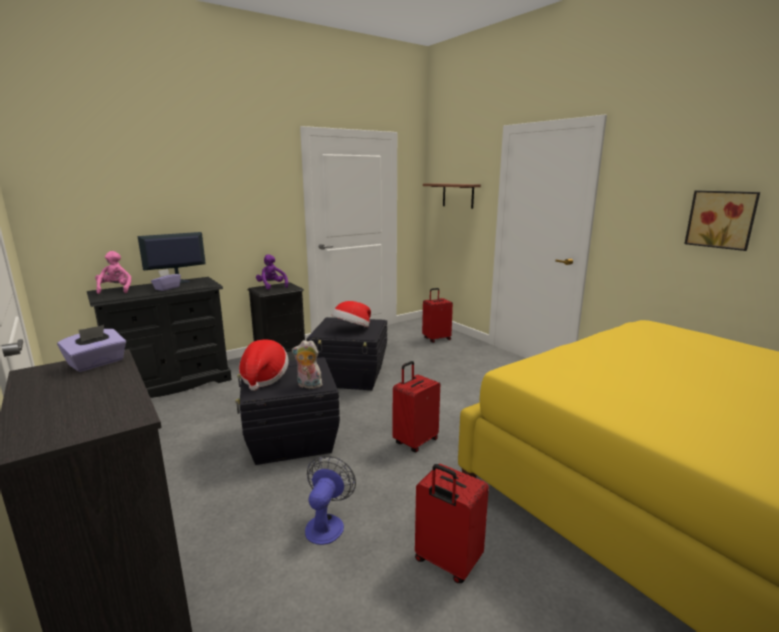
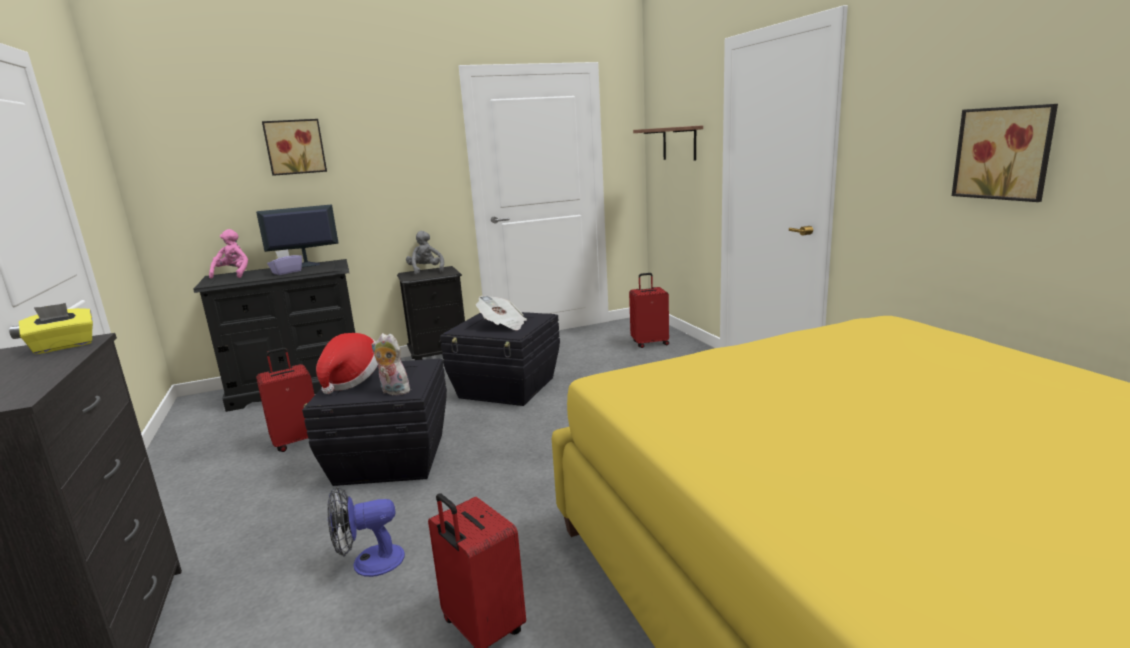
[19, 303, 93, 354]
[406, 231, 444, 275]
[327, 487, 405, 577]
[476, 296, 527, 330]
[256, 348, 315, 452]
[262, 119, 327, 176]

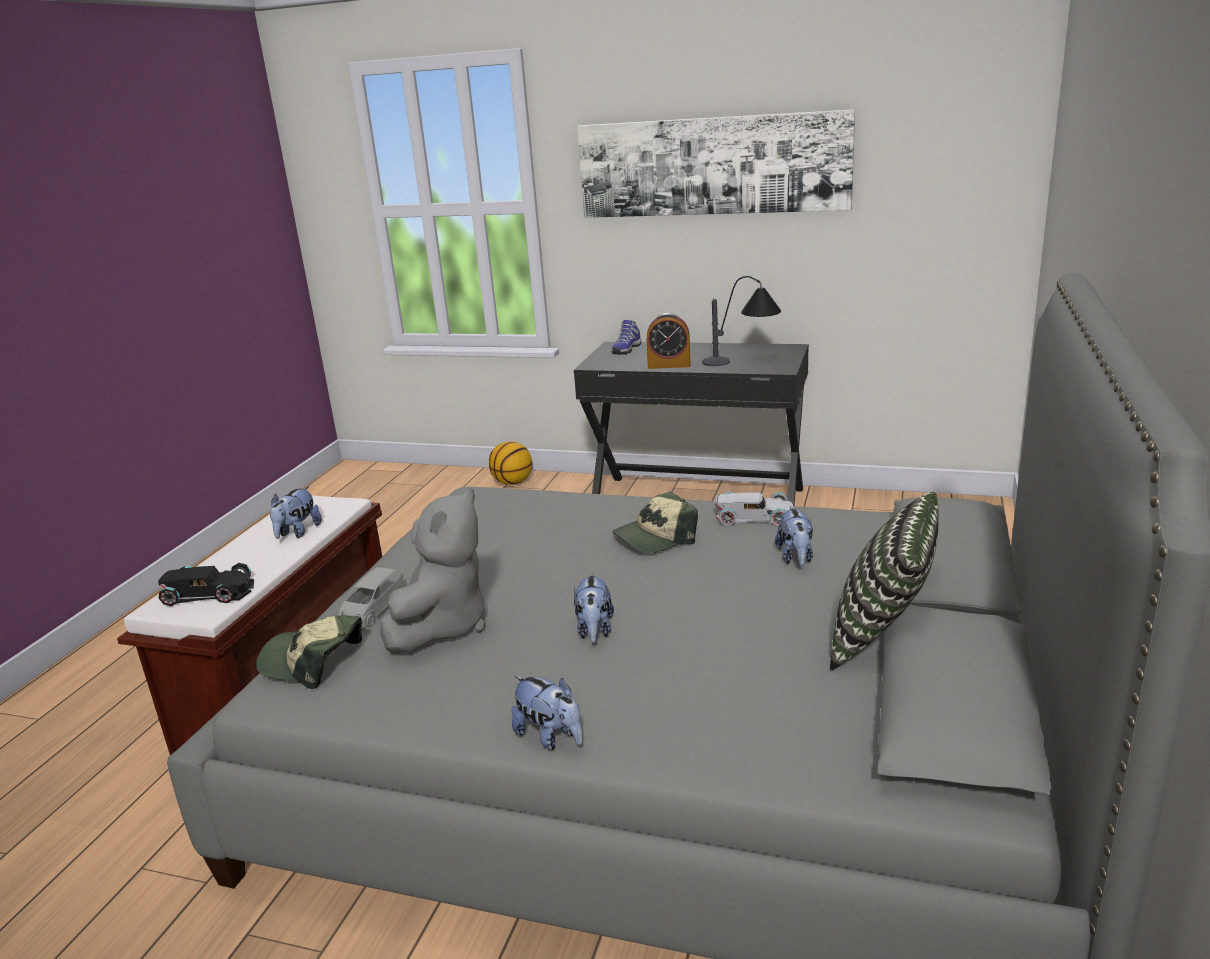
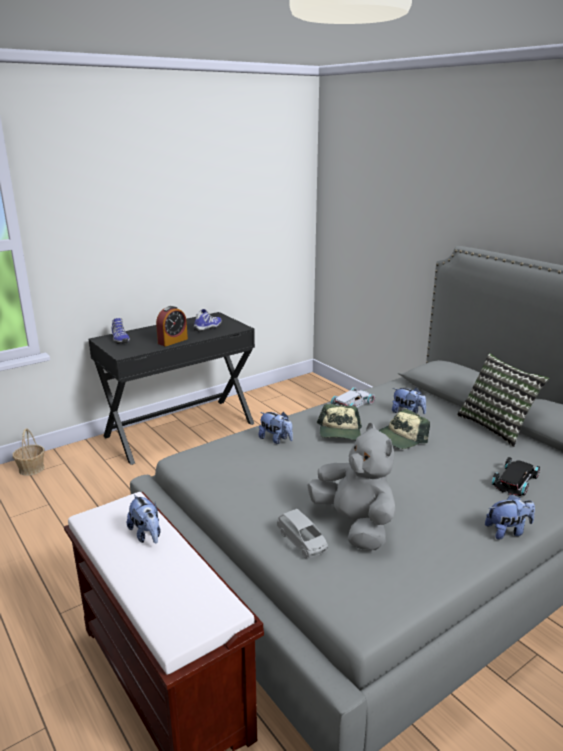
[492, 457, 540, 496]
[378, 409, 430, 449]
[13, 428, 45, 476]
[259, 412, 293, 444]
[577, 109, 855, 218] (first image)
[194, 309, 222, 332]

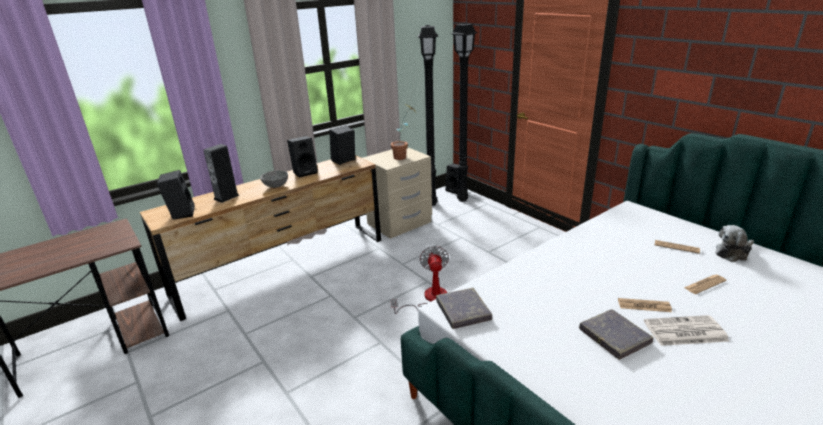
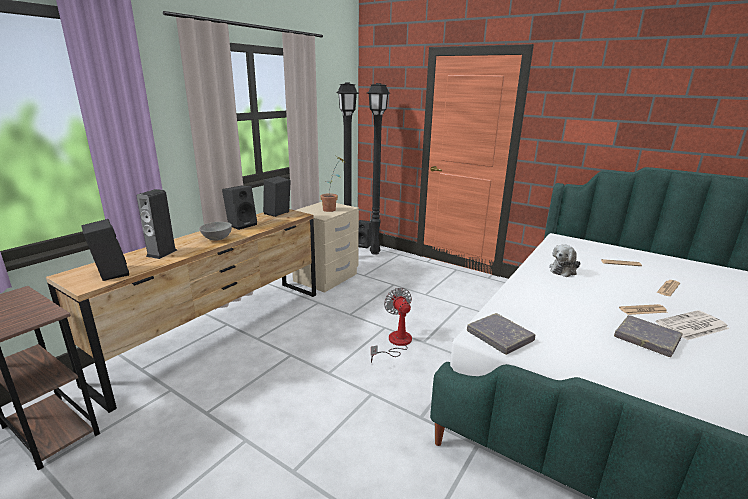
[549, 244, 580, 277]

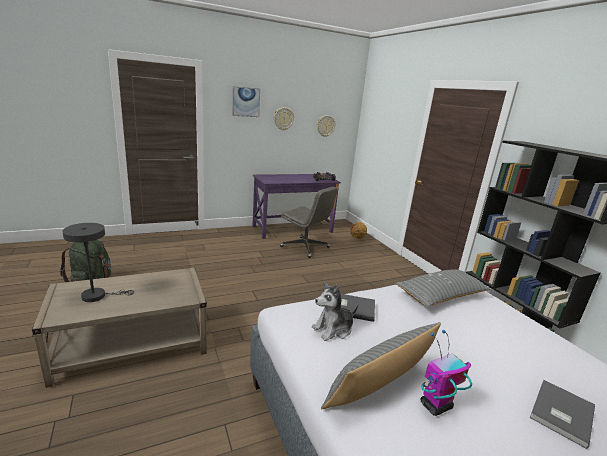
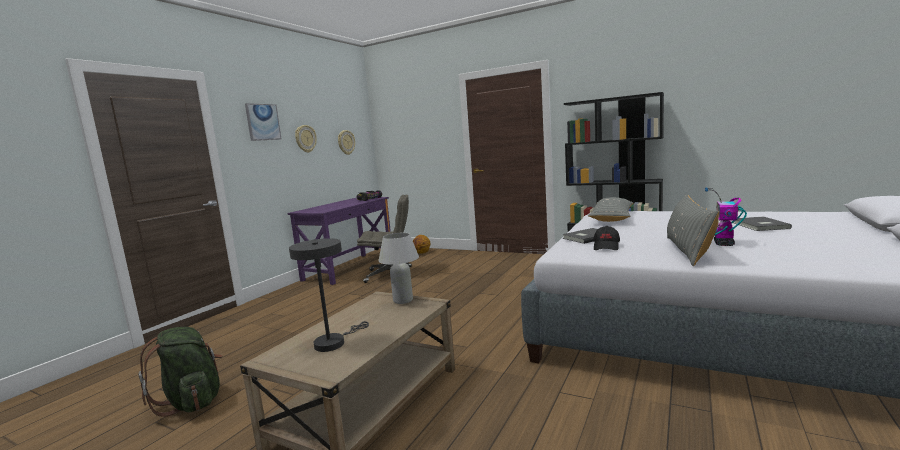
[594, 226, 620, 250]
[378, 233, 419, 304]

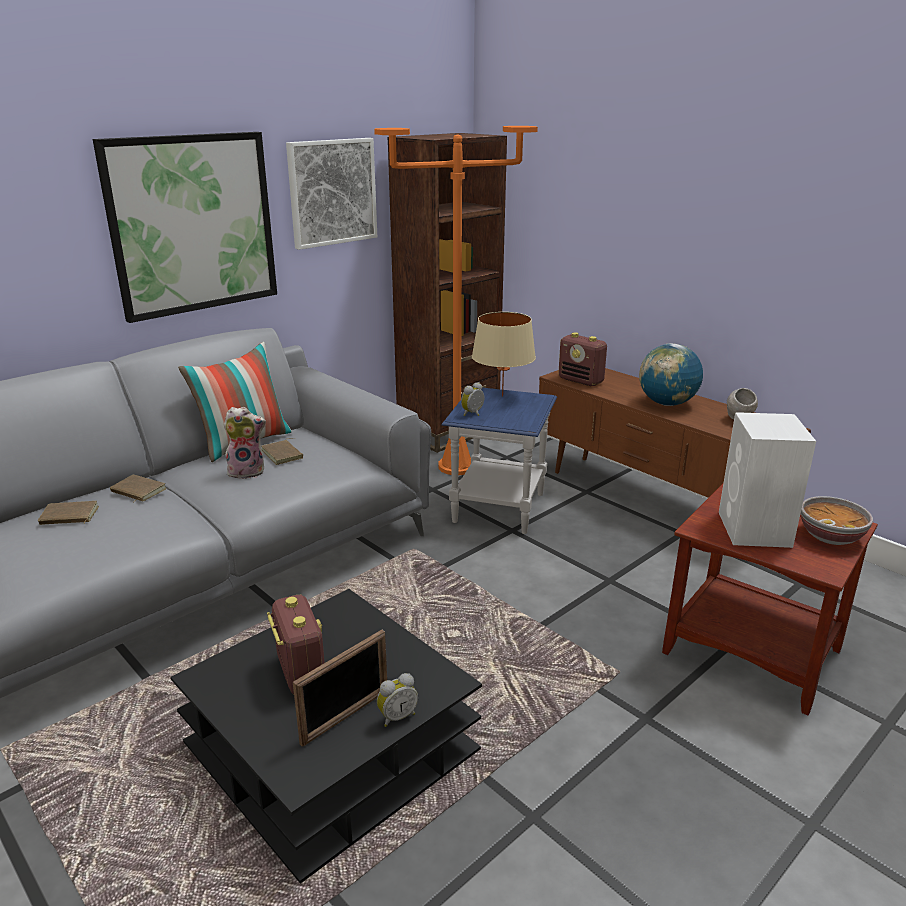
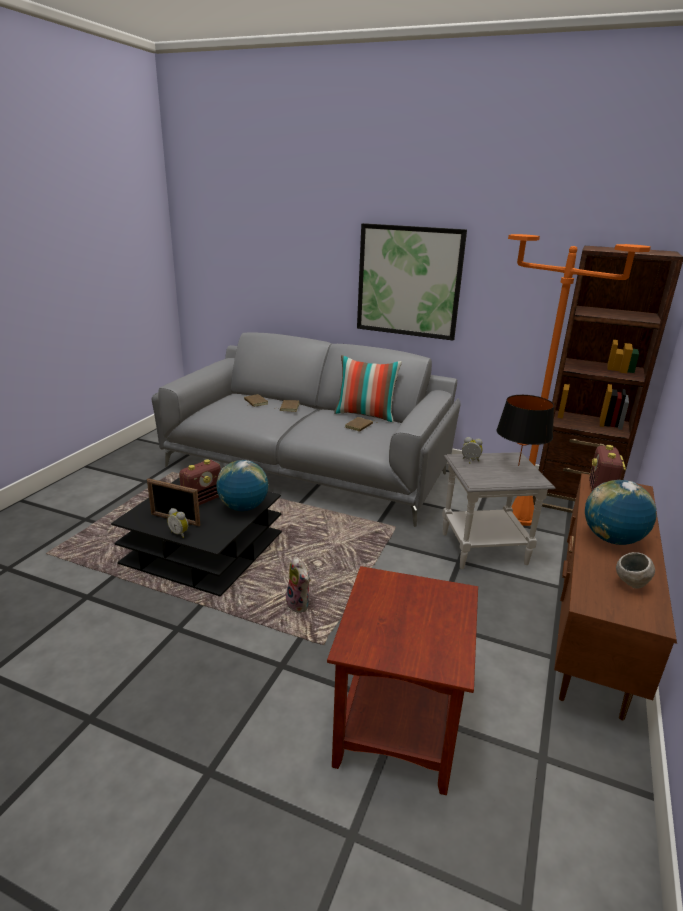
[286, 556, 311, 613]
[286, 138, 377, 250] (first image)
[442, 452, 555, 569]
[497, 395, 554, 466]
[719, 412, 816, 548] (first image)
[801, 496, 873, 545] (first image)
[217, 460, 269, 511]

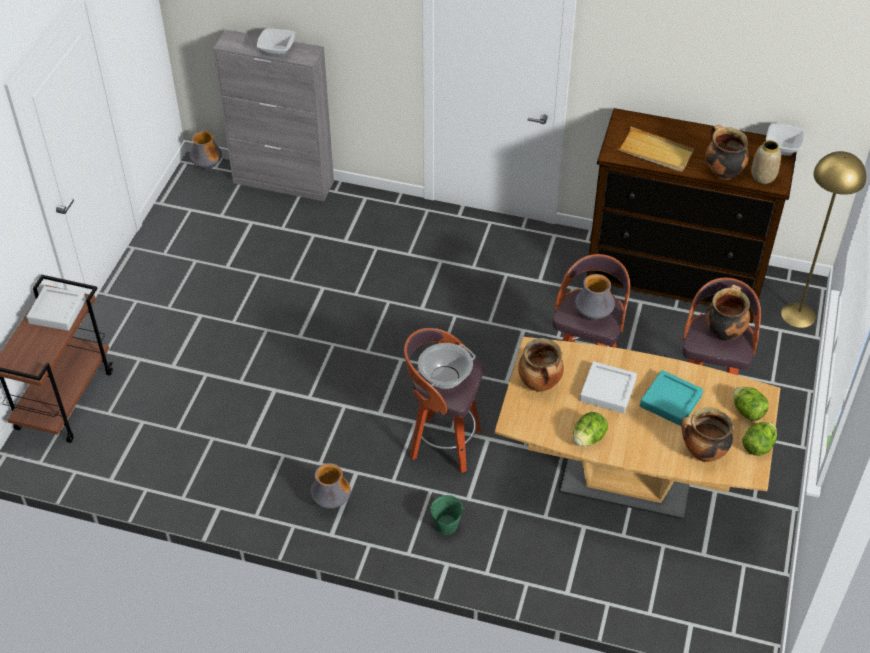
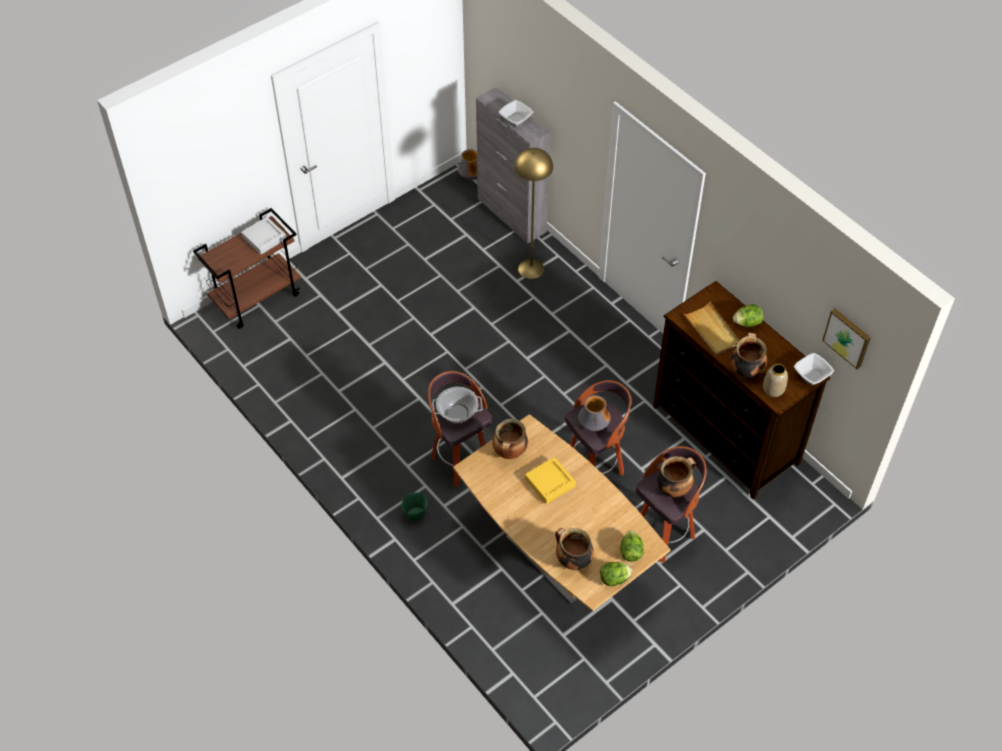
[310, 463, 351, 509] (first image)
[733, 304, 763, 327]
[525, 457, 576, 504]
[640, 370, 703, 426] (first image)
[515, 148, 553, 279]
[822, 309, 871, 369]

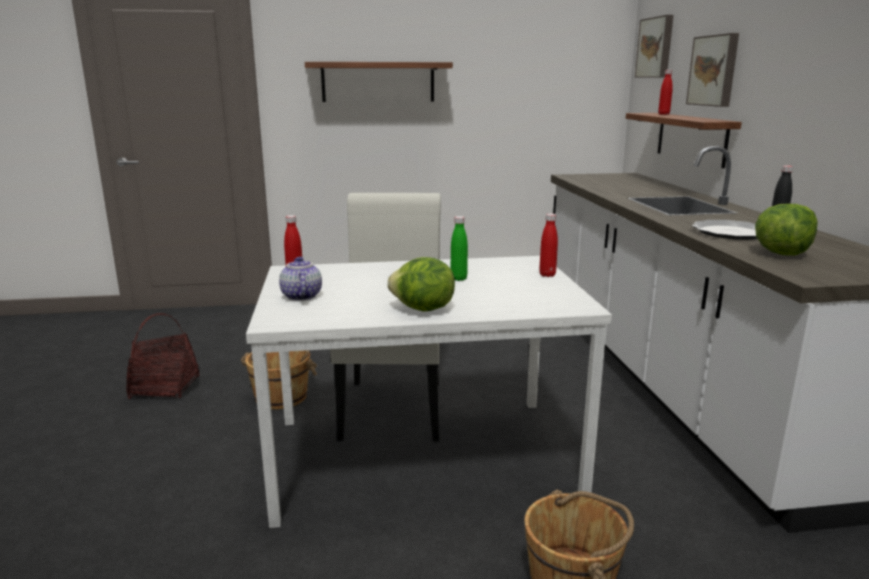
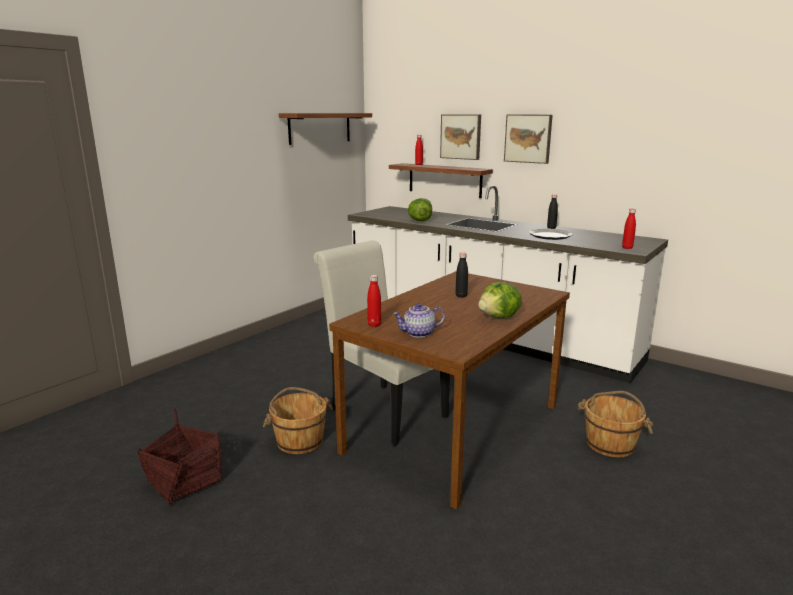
[329, 271, 570, 509]
[393, 303, 445, 338]
[279, 113, 372, 145]
[456, 252, 468, 298]
[622, 209, 636, 249]
[504, 115, 553, 164]
[408, 198, 432, 221]

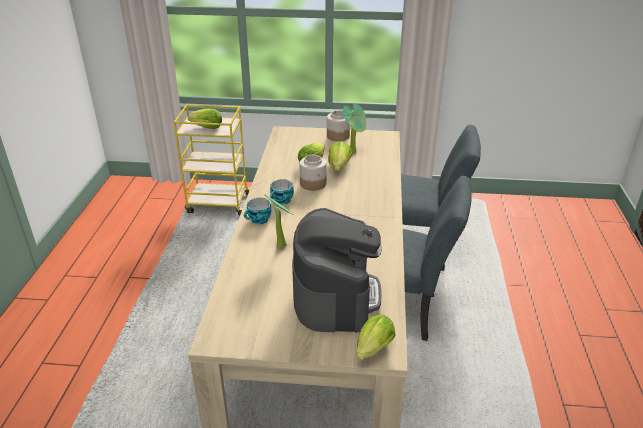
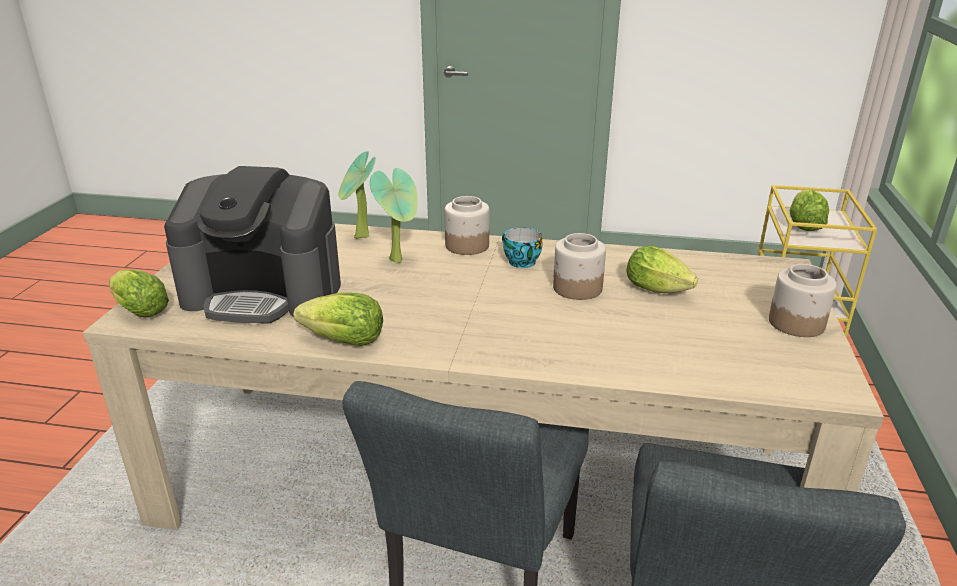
[444, 196, 490, 255]
[293, 292, 383, 346]
[338, 151, 376, 239]

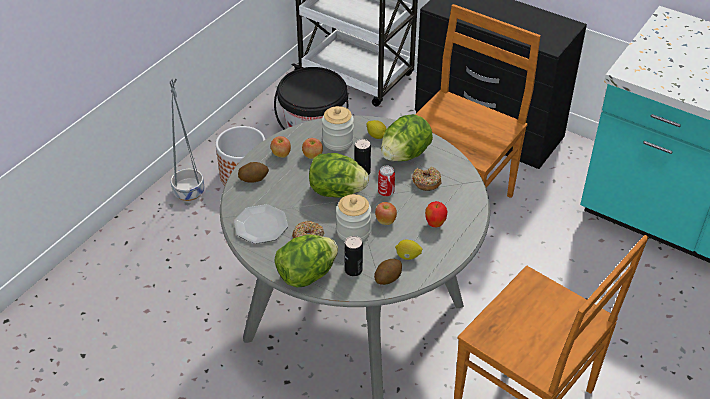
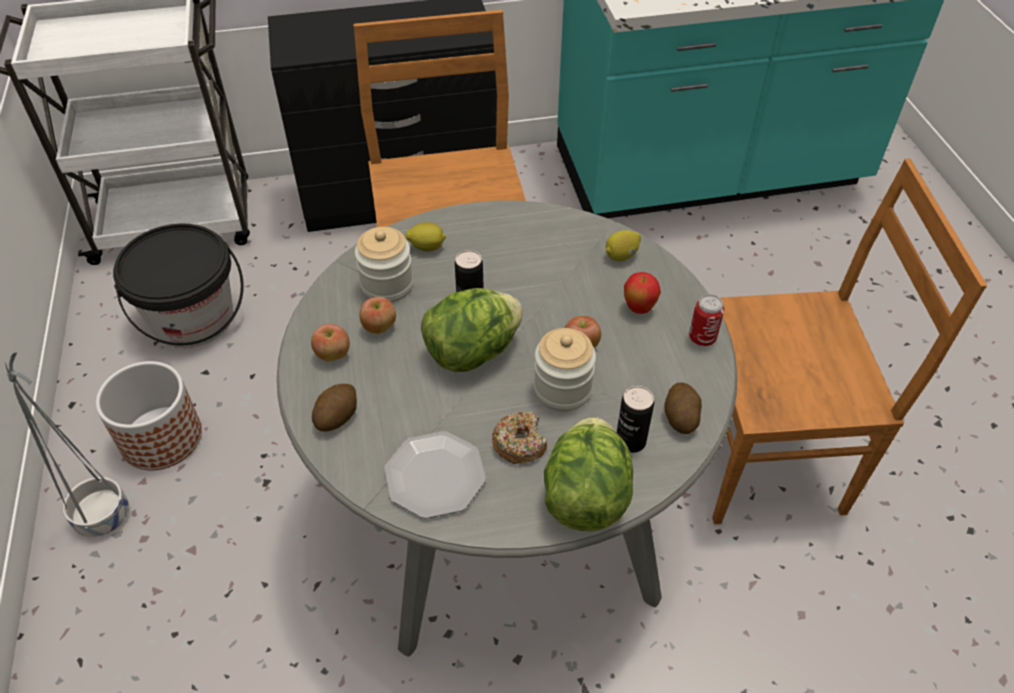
[689, 294, 724, 346]
[381, 114, 433, 161] (first image)
[606, 230, 641, 261]
[412, 167, 442, 191] (first image)

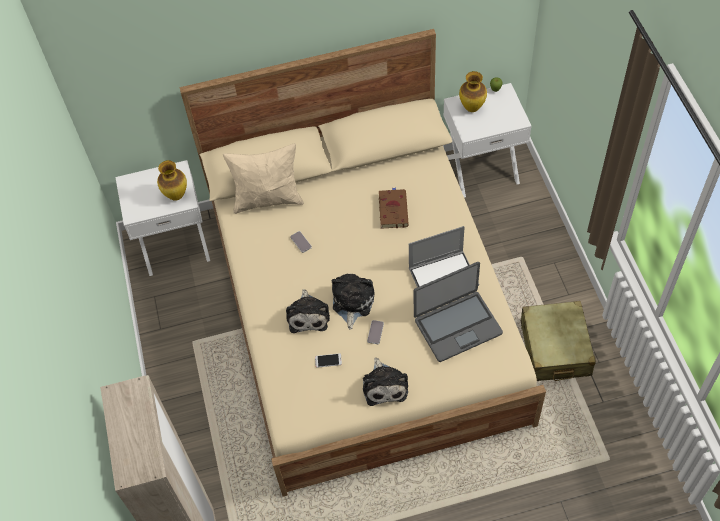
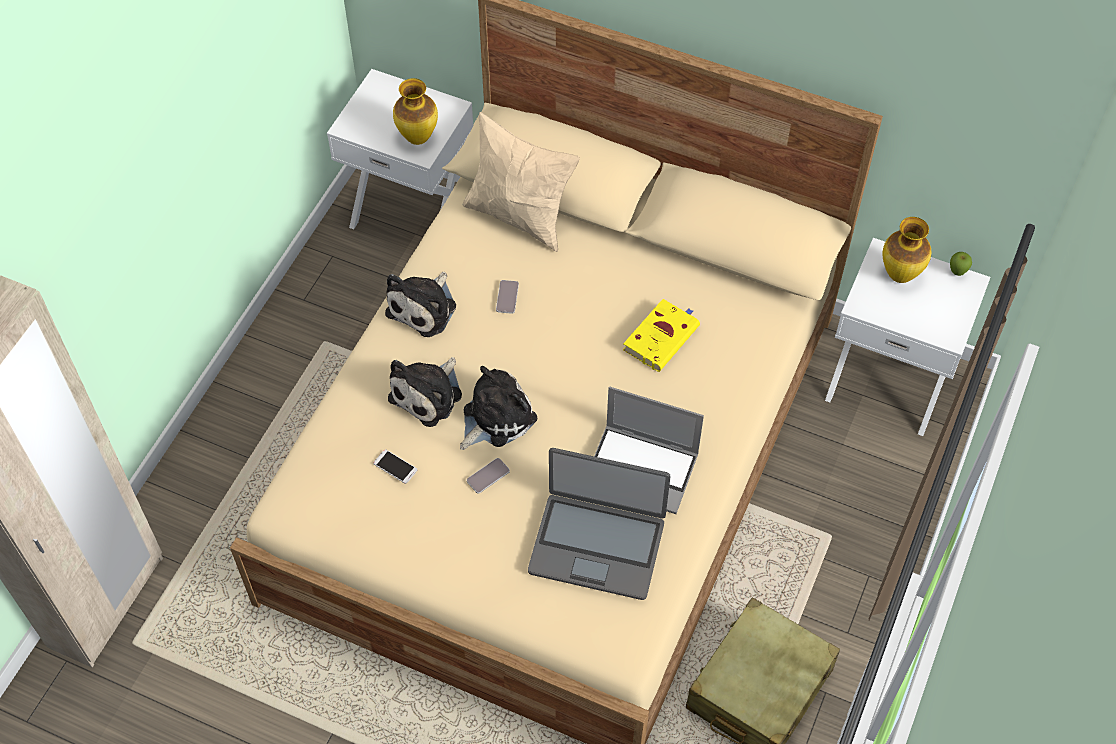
[385, 272, 456, 337]
[623, 299, 700, 372]

